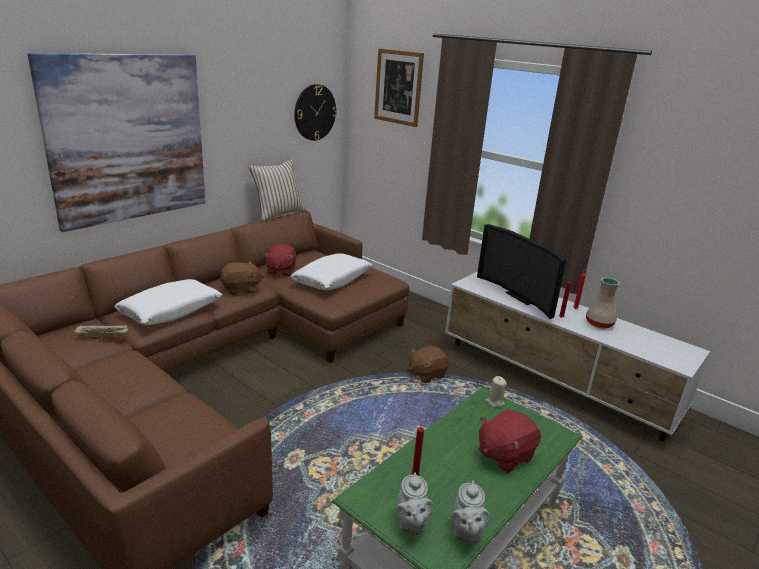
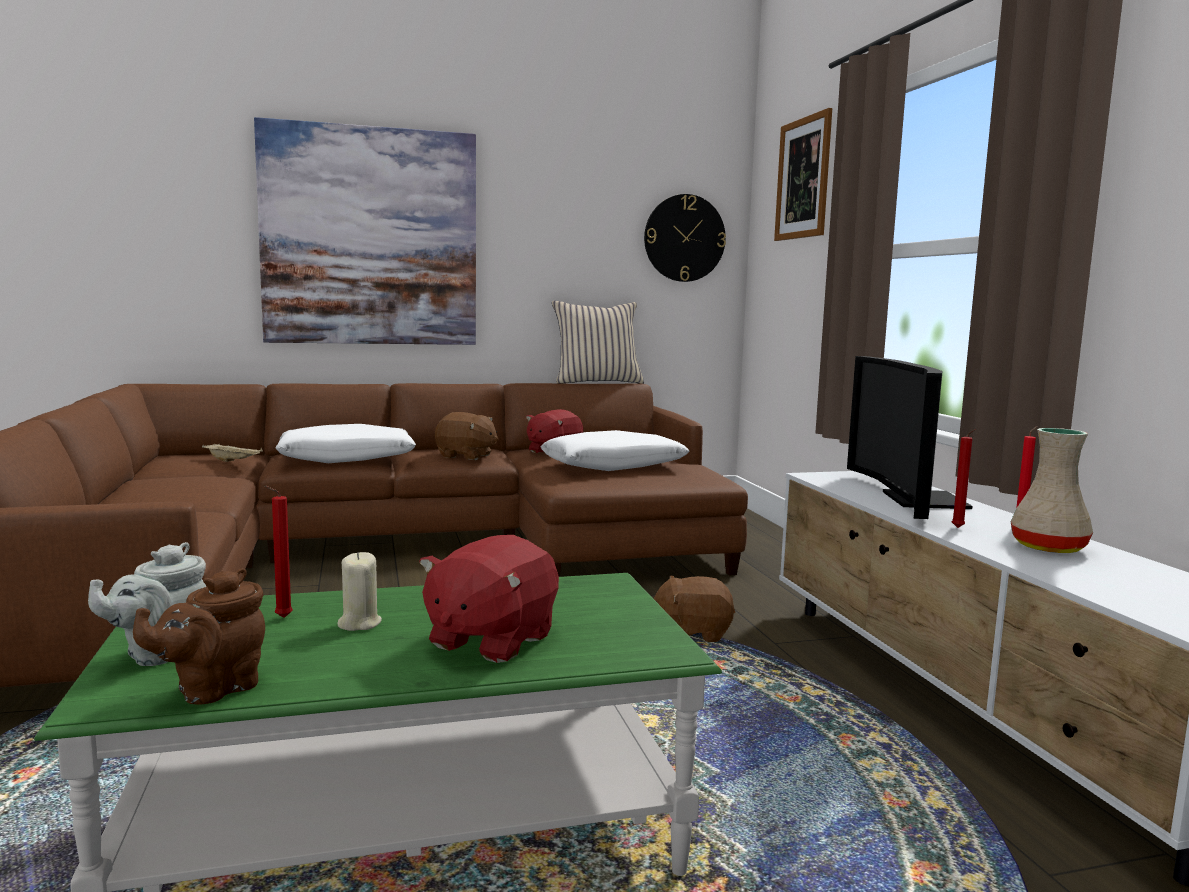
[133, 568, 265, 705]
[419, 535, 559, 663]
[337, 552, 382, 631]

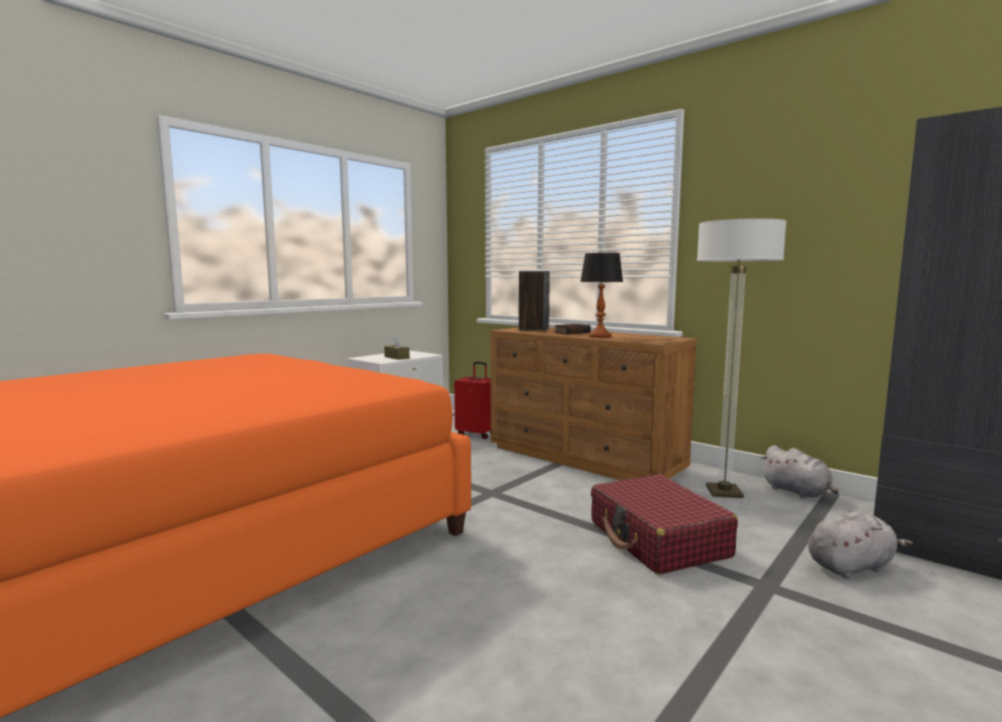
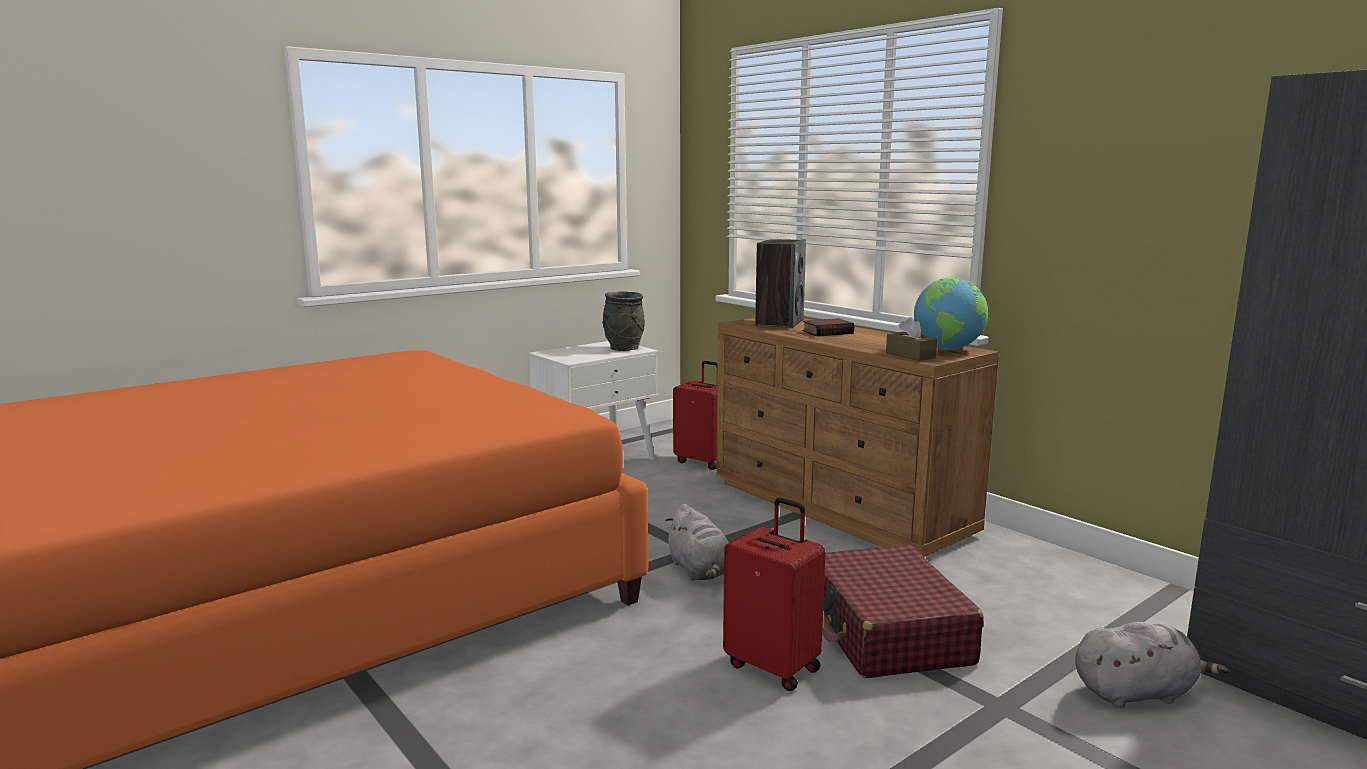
[886, 317, 937, 361]
[580, 253, 623, 338] (first image)
[697, 219, 787, 498] (first image)
[665, 504, 729, 580]
[603, 291, 645, 351]
[723, 497, 826, 691]
[914, 277, 988, 350]

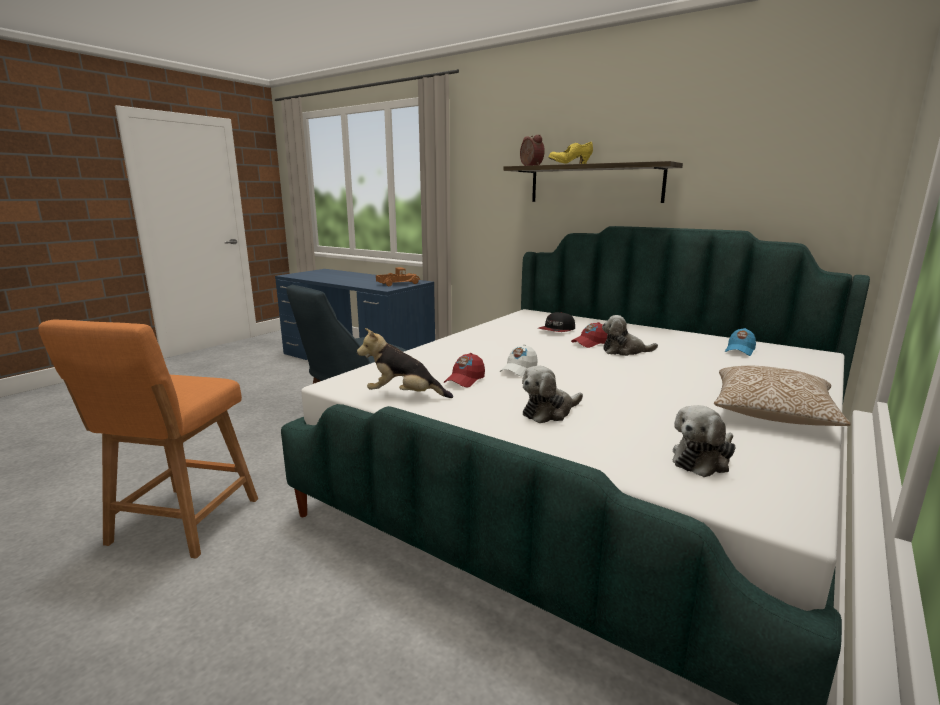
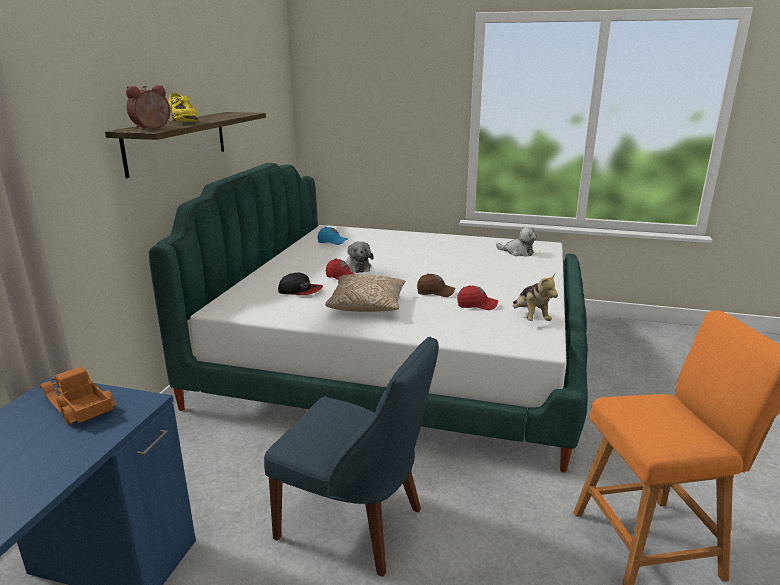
[417, 274, 455, 297]
[522, 366, 583, 423] (first image)
[325, 274, 405, 312]

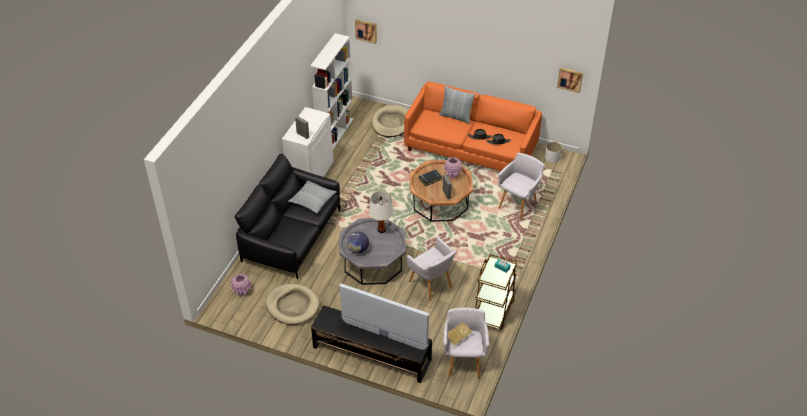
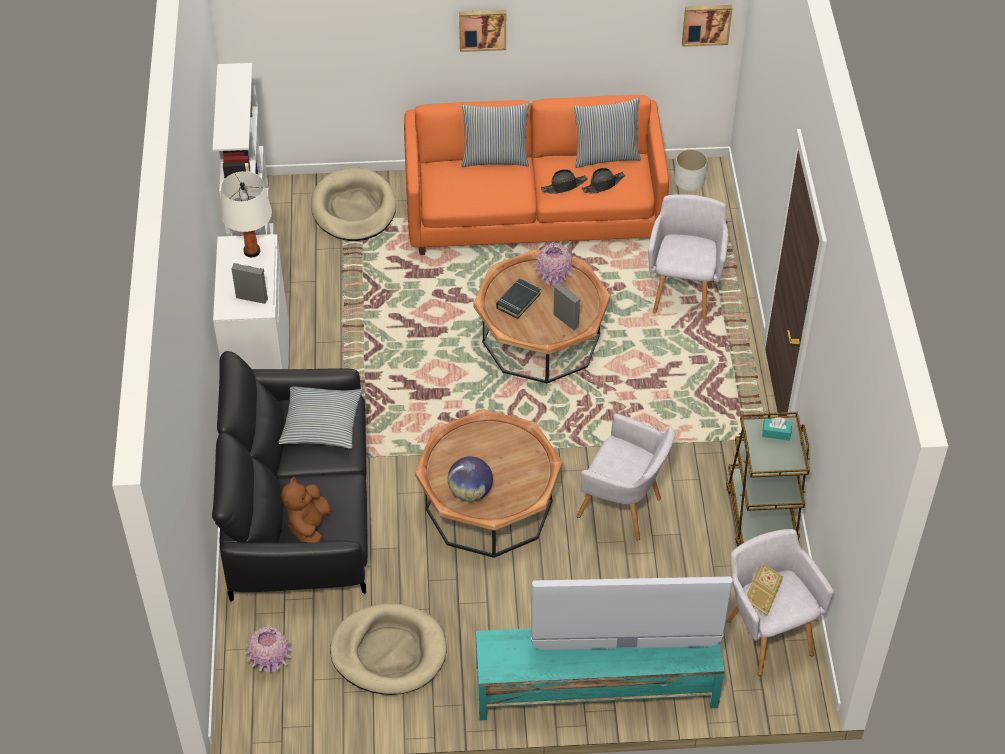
[476, 628, 724, 720]
[415, 409, 563, 558]
[459, 10, 506, 52]
[221, 171, 272, 258]
[281, 477, 331, 543]
[573, 98, 641, 168]

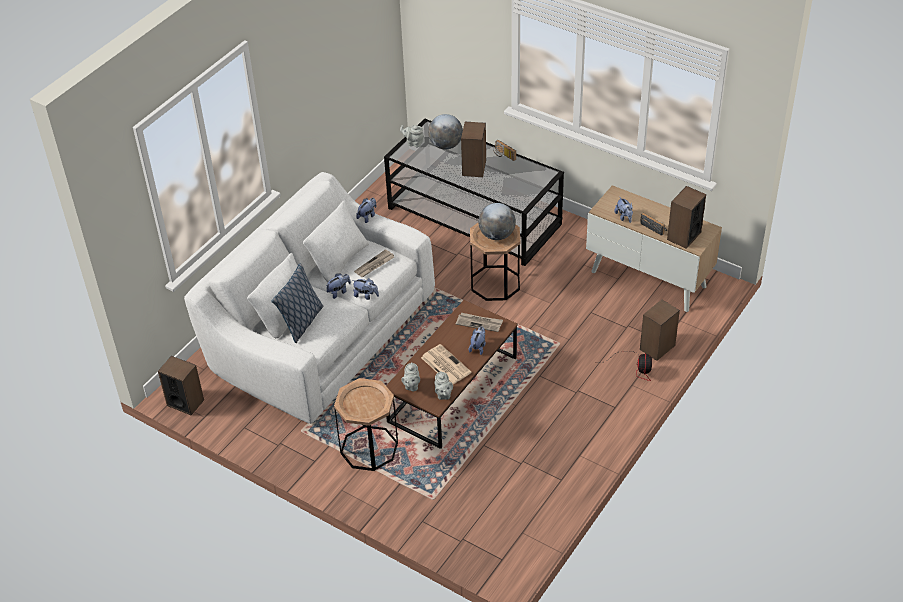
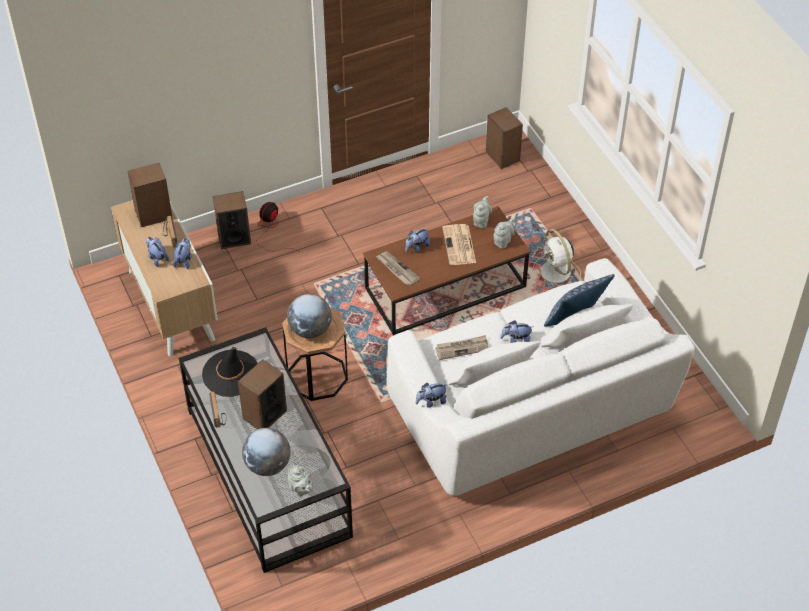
[486, 107, 523, 169]
[533, 229, 581, 283]
[146, 237, 169, 267]
[202, 347, 258, 397]

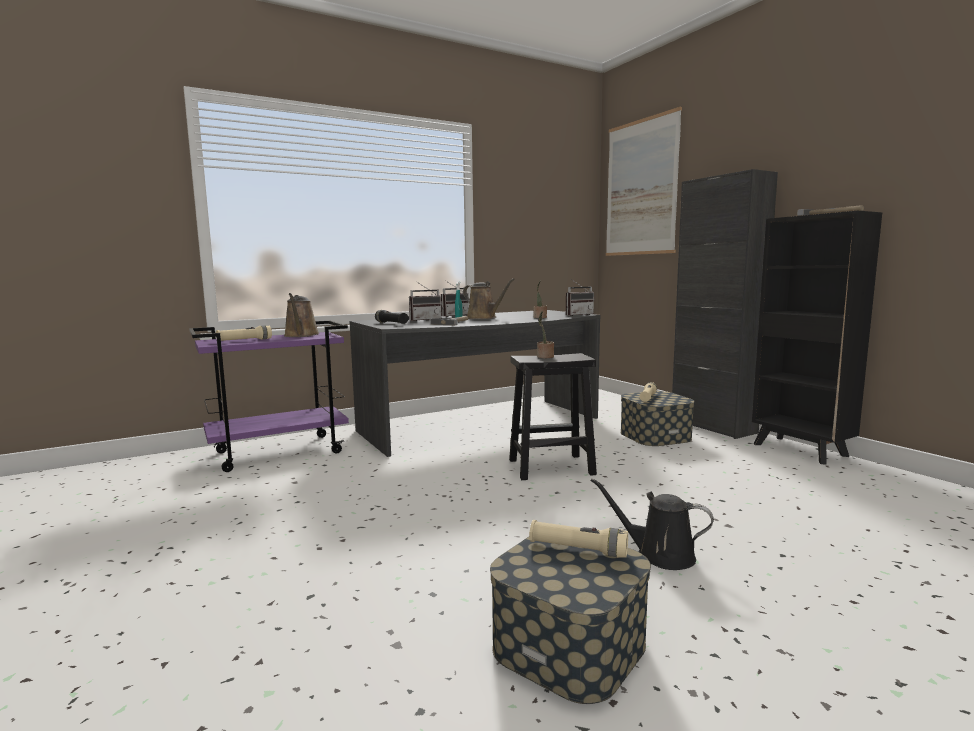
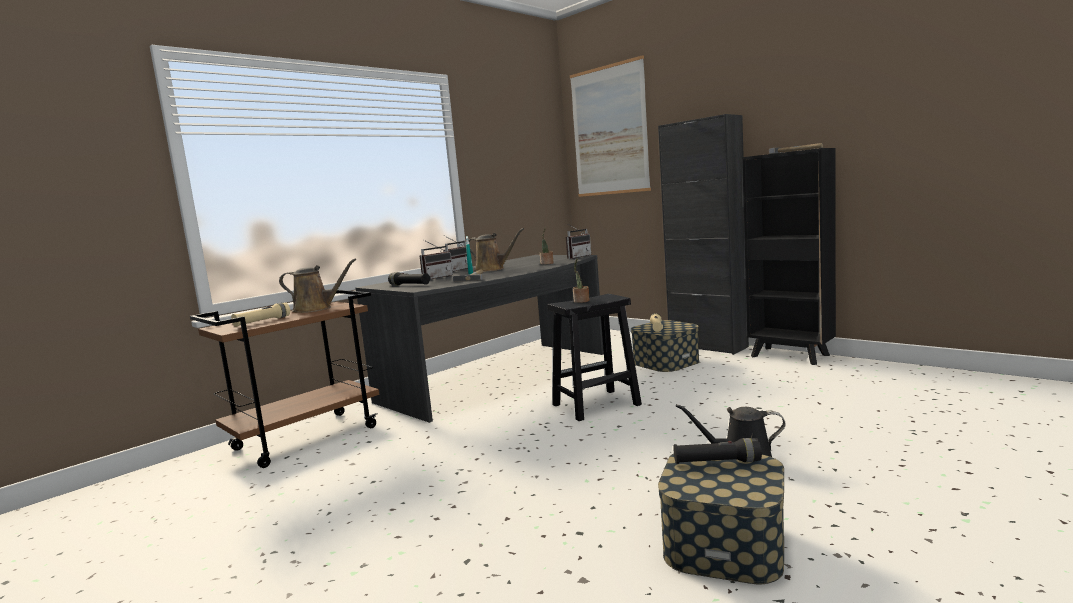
[190, 290, 380, 468]
[279, 258, 357, 313]
[674, 438, 762, 464]

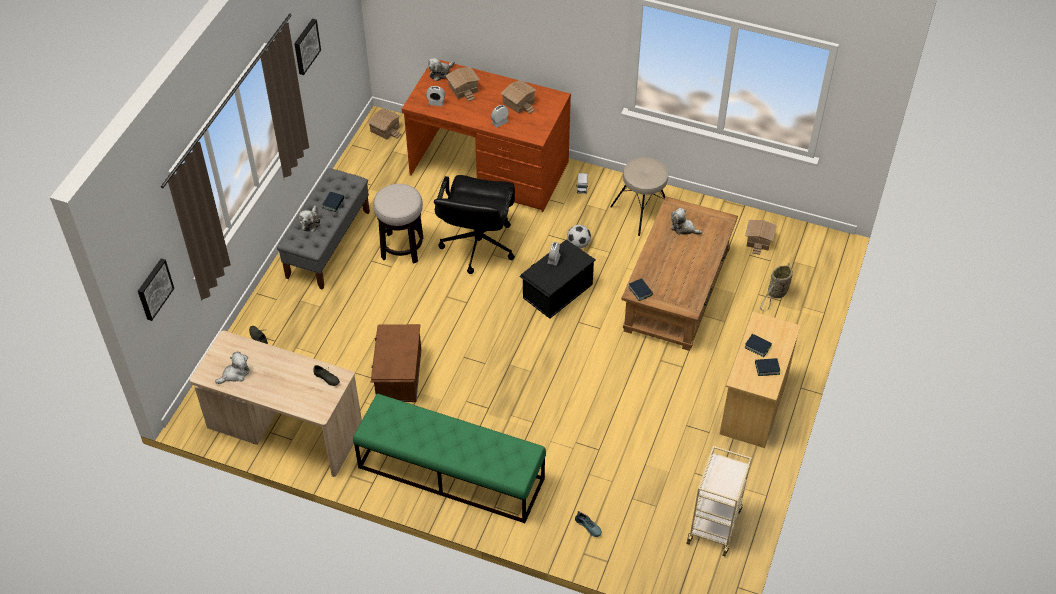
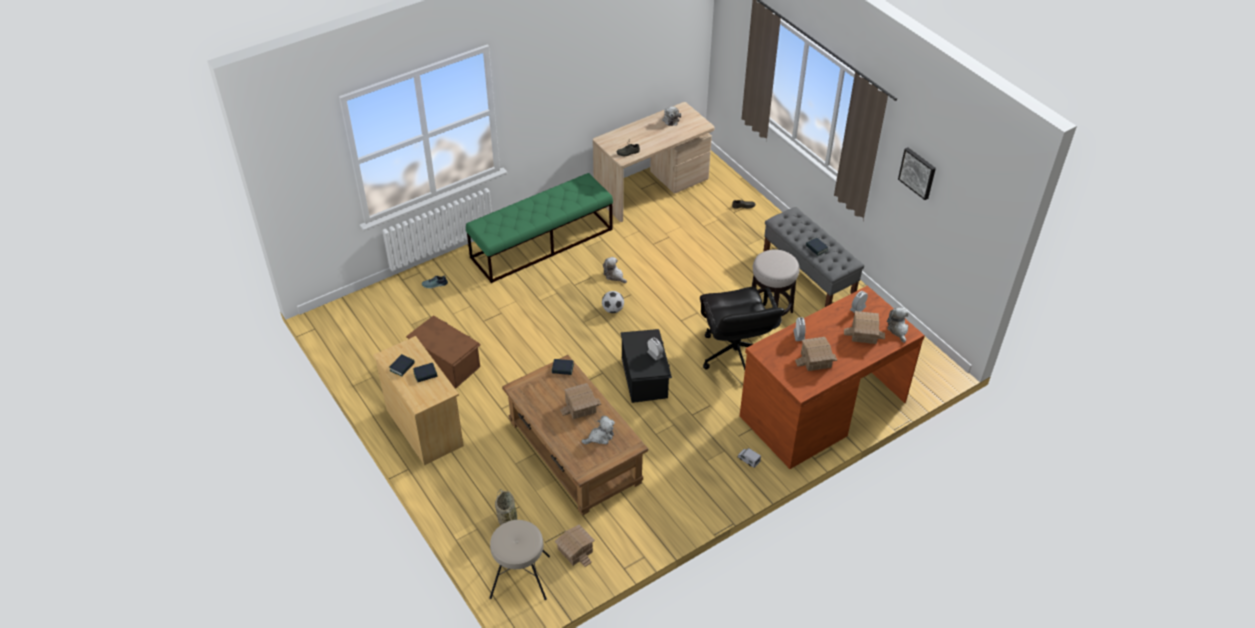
[138, 258, 174, 321] (first image)
[603, 257, 627, 283]
[560, 383, 601, 419]
[406, 315, 481, 389]
[700, 287, 784, 370]
[602, 291, 624, 313]
[490, 520, 550, 600]
[686, 446, 752, 556] (first image)

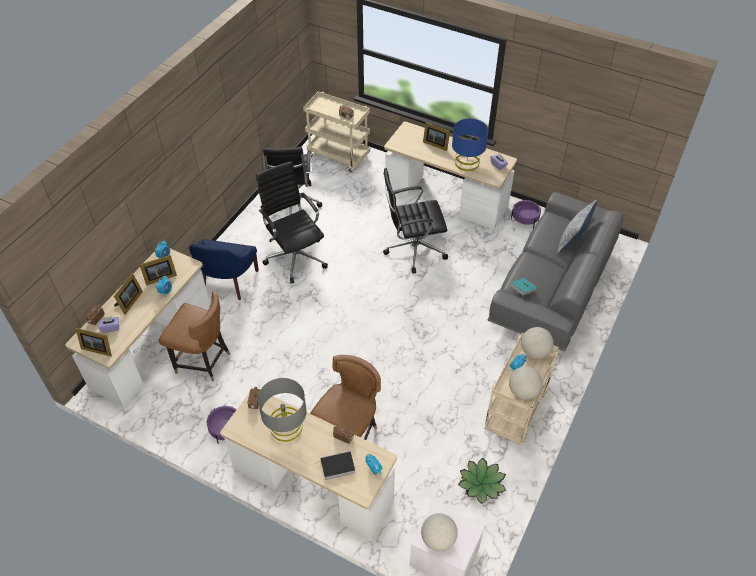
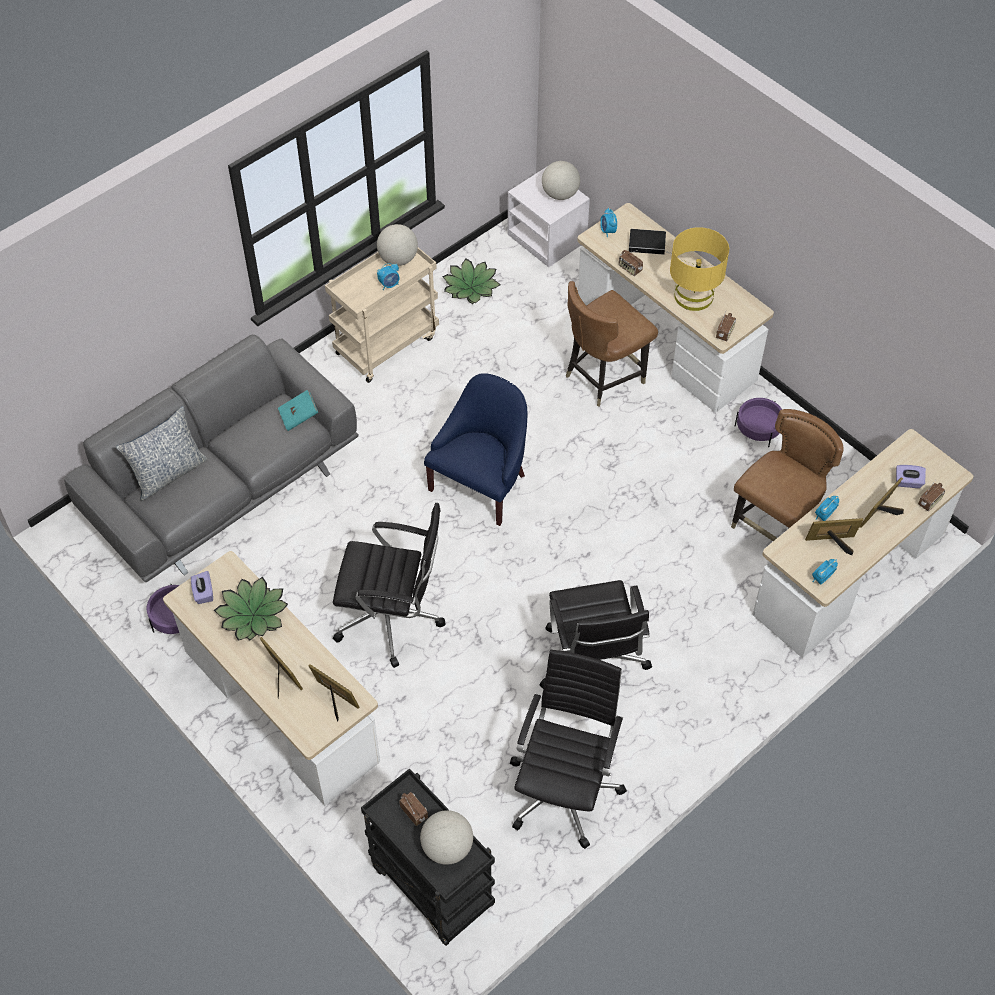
[309, 664, 359, 722]
[731, 409, 844, 541]
[424, 373, 528, 526]
[670, 227, 729, 311]
[361, 768, 495, 946]
[214, 577, 288, 641]
[420, 810, 473, 865]

